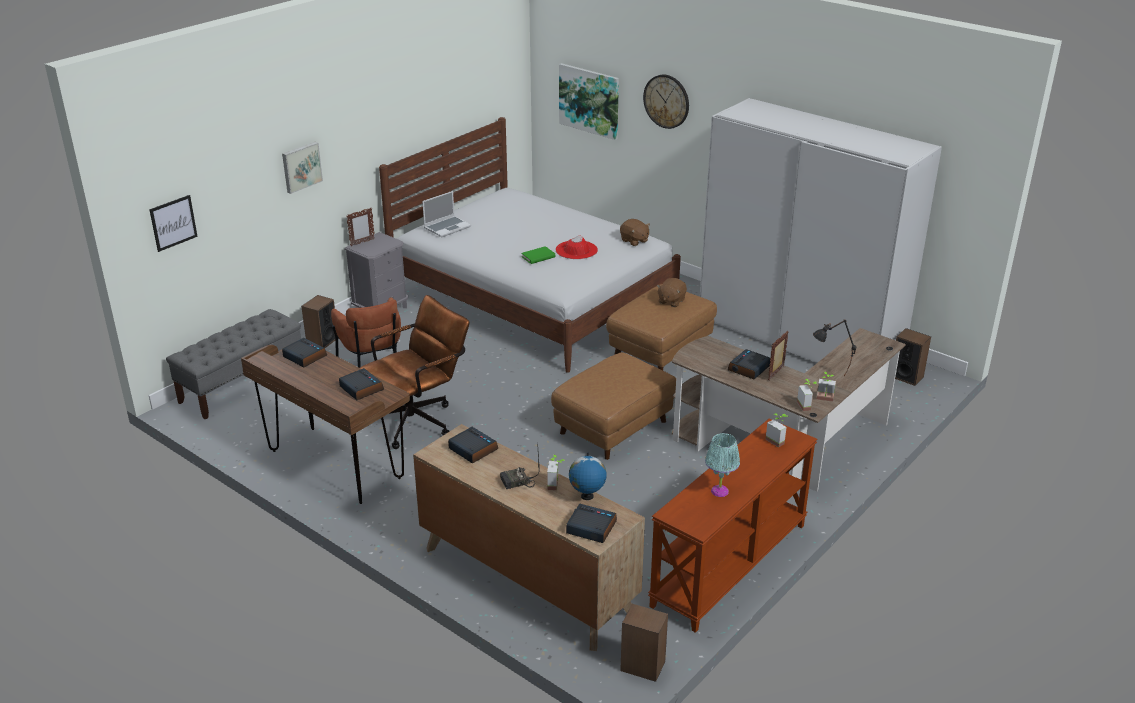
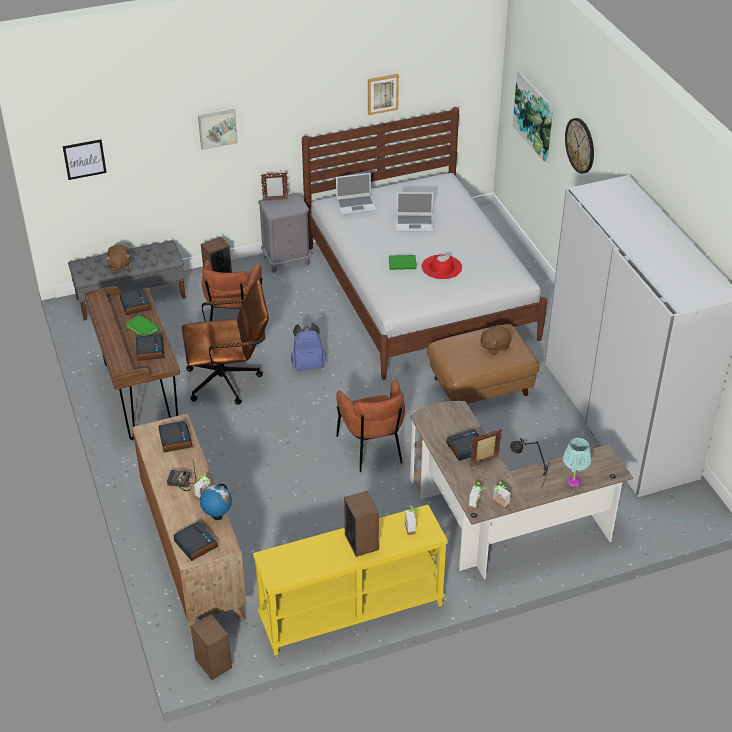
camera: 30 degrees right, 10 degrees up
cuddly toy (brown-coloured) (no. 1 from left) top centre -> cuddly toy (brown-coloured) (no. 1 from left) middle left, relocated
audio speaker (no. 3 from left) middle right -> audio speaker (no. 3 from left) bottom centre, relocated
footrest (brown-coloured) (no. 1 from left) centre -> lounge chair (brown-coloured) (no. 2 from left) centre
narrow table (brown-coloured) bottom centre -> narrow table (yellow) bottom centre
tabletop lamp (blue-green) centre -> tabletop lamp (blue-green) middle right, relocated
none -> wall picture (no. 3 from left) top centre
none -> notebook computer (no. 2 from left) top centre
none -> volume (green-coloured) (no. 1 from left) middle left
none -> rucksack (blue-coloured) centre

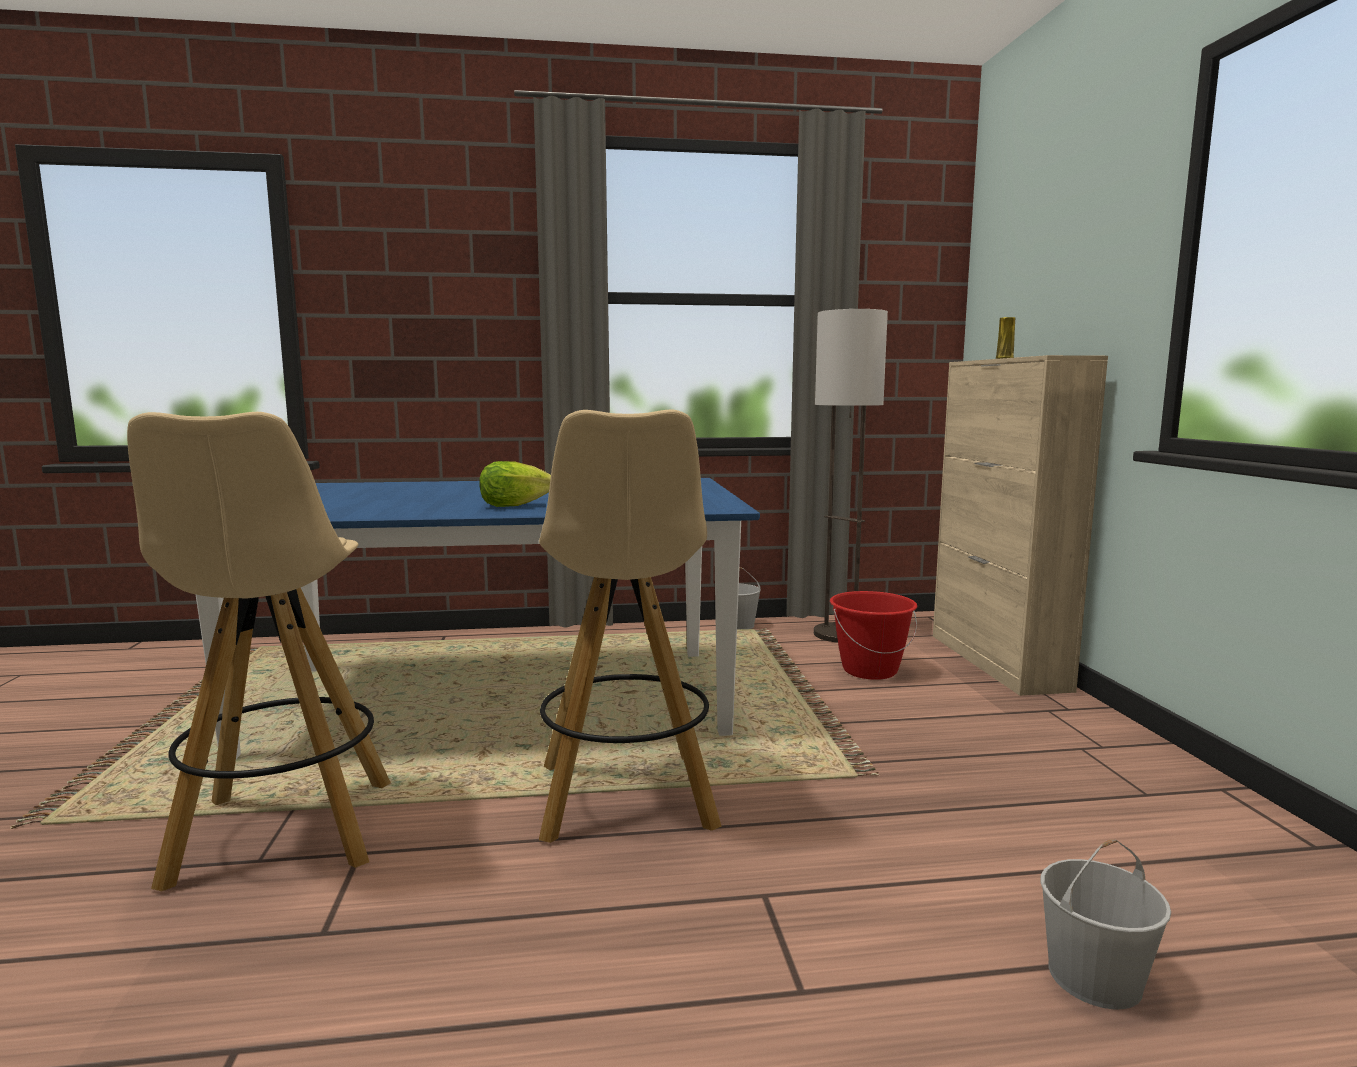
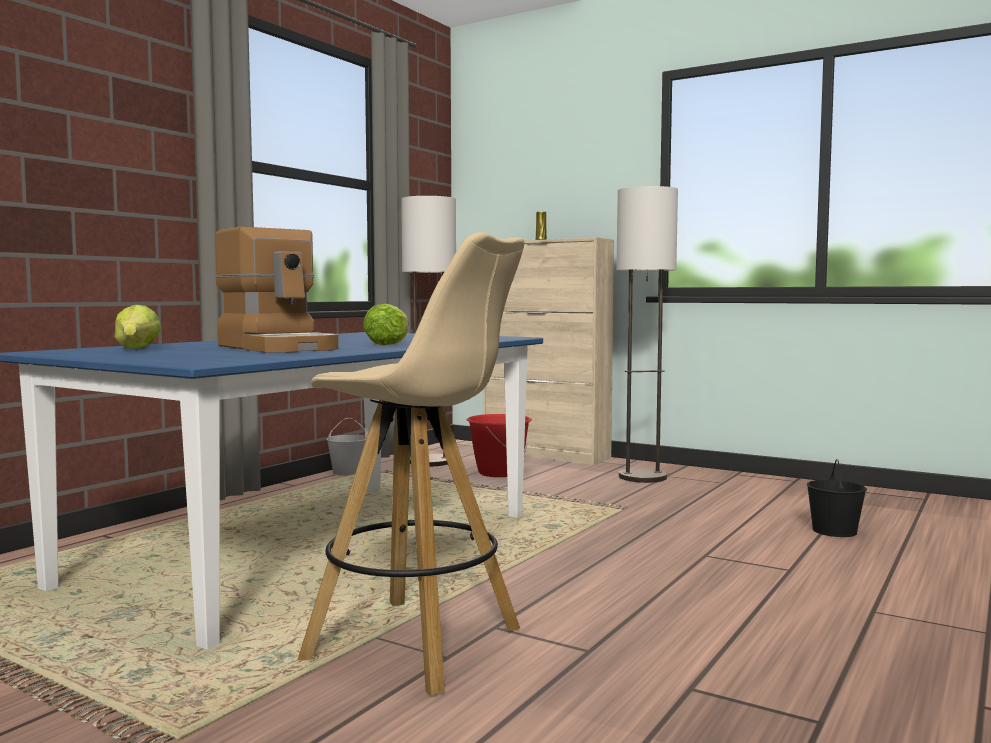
camera: 50 degrees left, 5 degrees down
sitting stool (sand-coloured) (no. 2 from left) centre -> none
water bucket (white) (no. 2 from left) bottom right -> water bucket (black) bottom right
none -> standing lamp (no. 2 from left) centre
none -> coffee maker middle left
none -> lettuce head (no. 1 from left) middle left

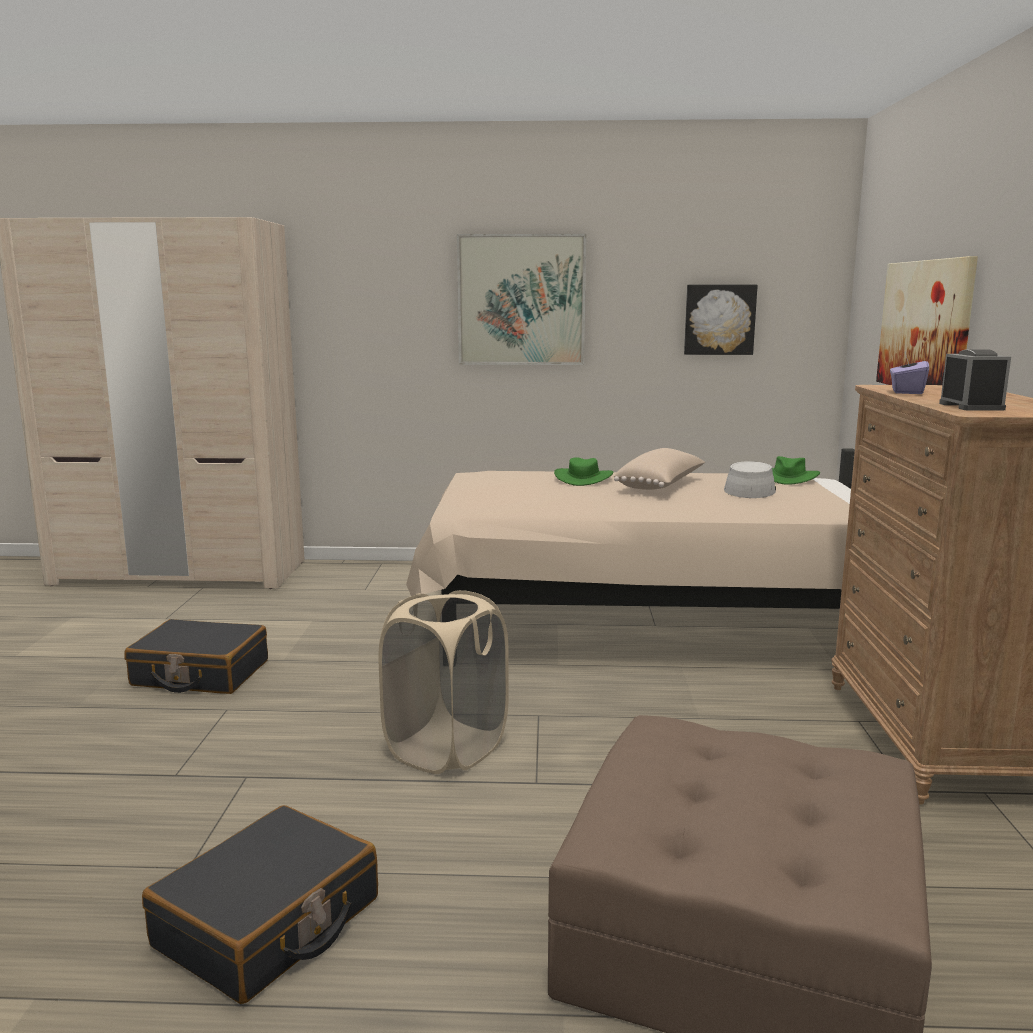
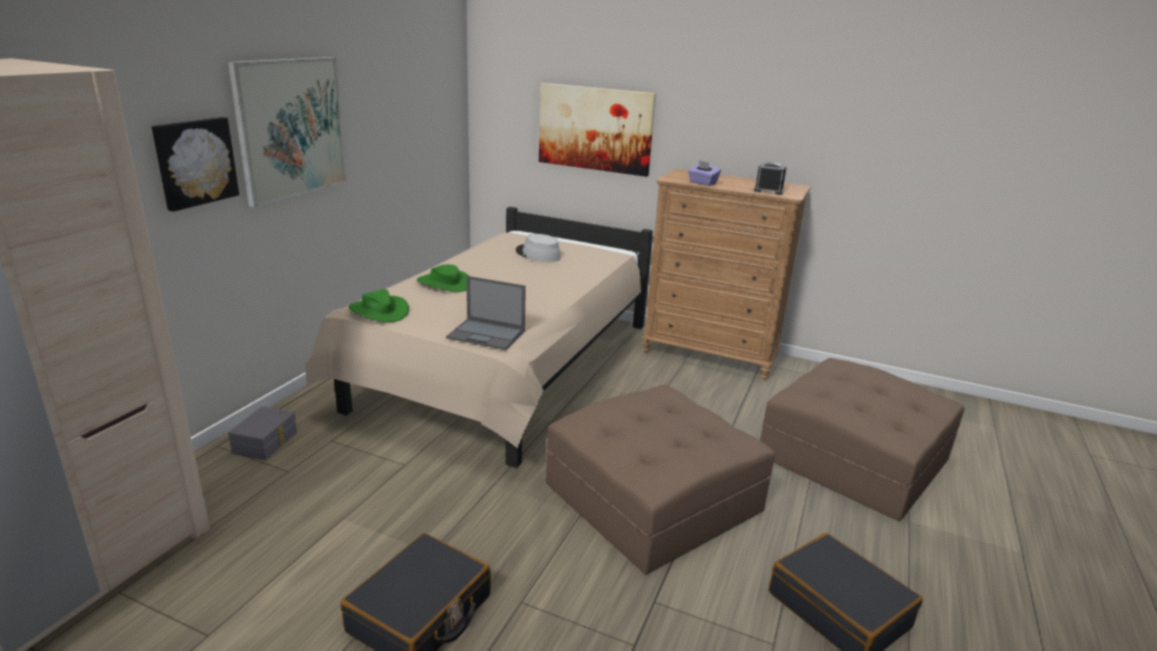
camera: 70 degrees left, 10 degrees up
wall picture (no. 2 from left in the first image) top right -> wall picture (no. 1 from left) top left, relocated
cushion (sand-coloured) centre -> none
wearable hat (green-coloured) (no. 2 from left in the first image) middle right -> wearable hat (green-coloured) (no. 1 from left) middle left, relocated
hamper (sand-coloured) centre -> footrest (brown-coloured) (no. 1 from left) bottom centre
none -> notebook computer centre
none -> storage container (greyish) middle left

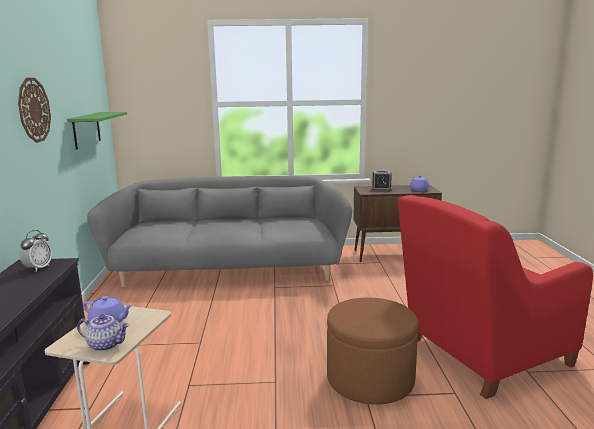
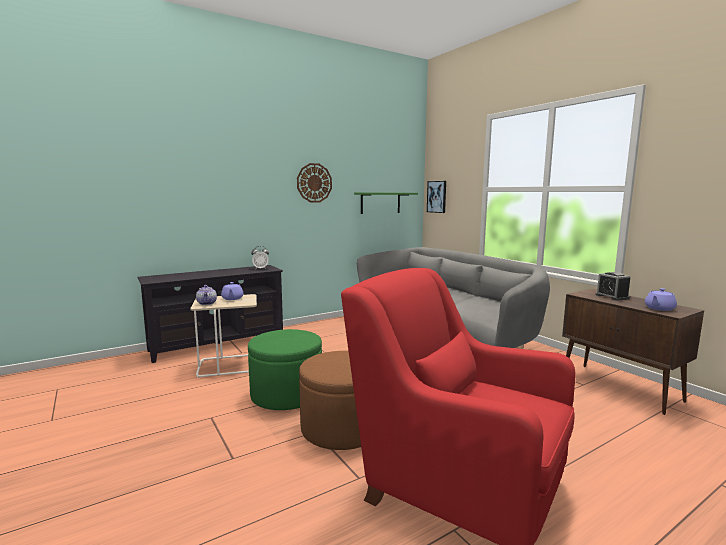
camera: 60 degrees right, 5 degrees down
none -> wall picture centre
none -> footrest (green-coloured) bottom centre

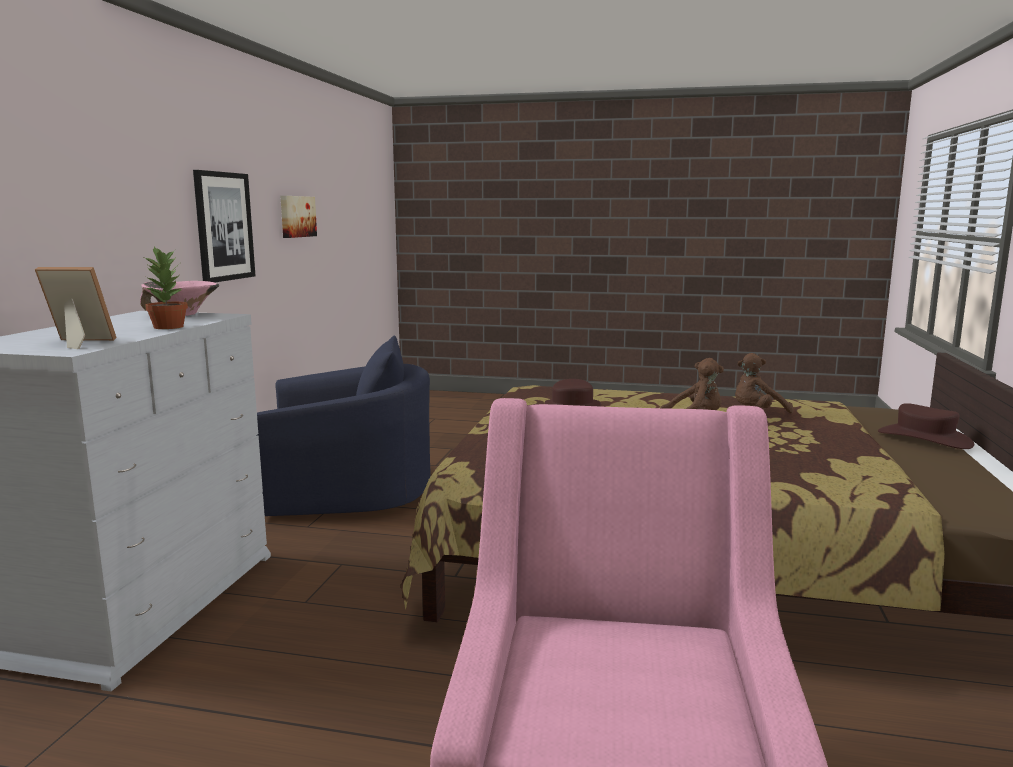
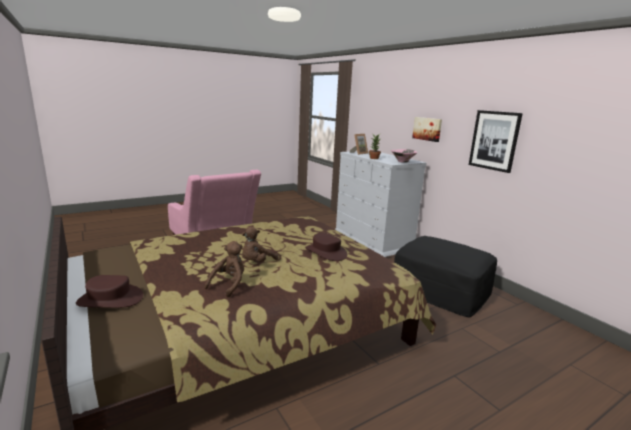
camera: 135 degrees right, 5 degrees up
wall picture (no. 2 from left in the first image) top left -> wall picture (no. 1 from left) top right, relocated
lounge chair (blue-coloured) centre -> footrest (black) middle right

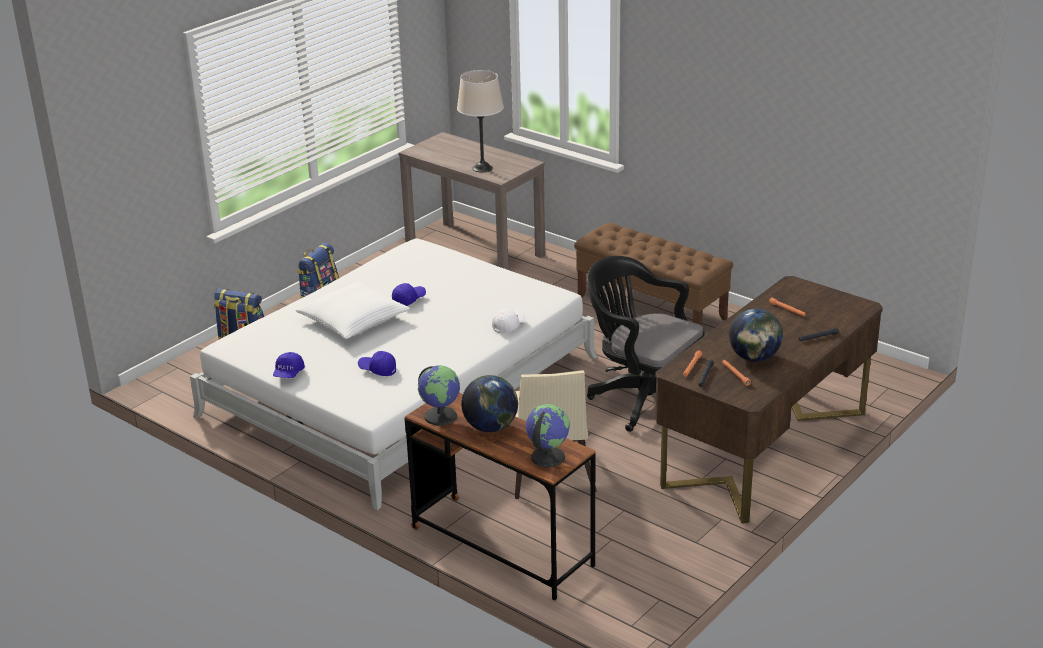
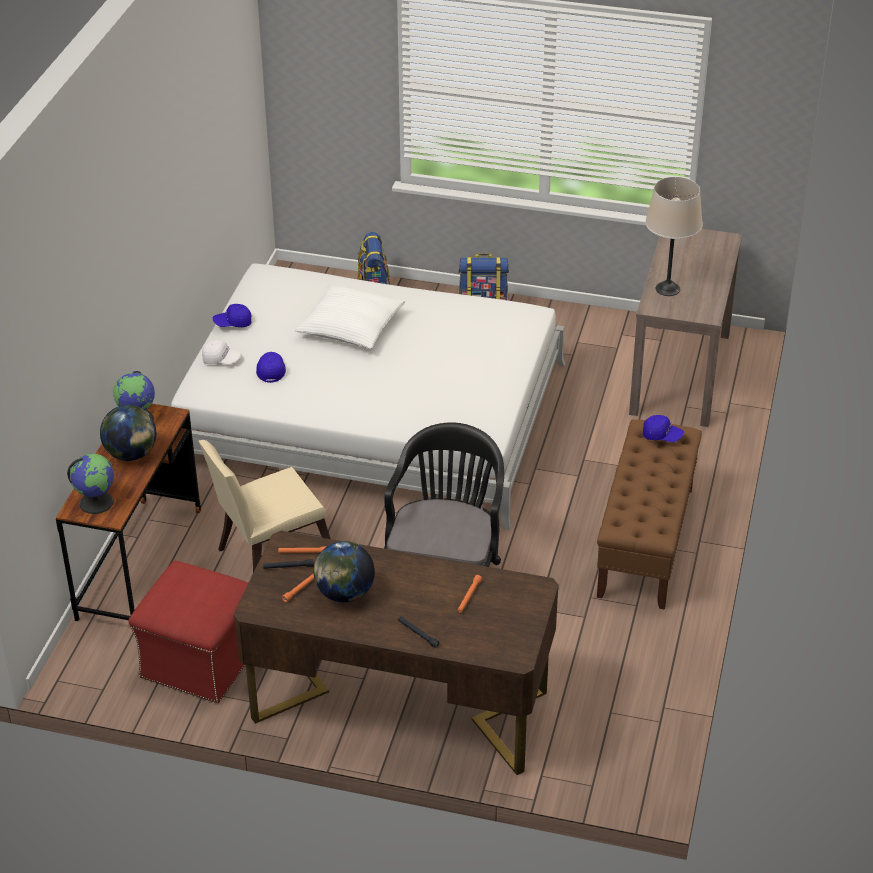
camera: 65 degrees right, 10 degrees up
peaked cap (blue-coloured) (no. 3 from left) centre -> peaked cap (blue-coloured) (no. 3 from left) middle right, relocated
peaked cap (white) centre -> peaked cap (white) middle left, relocated
none -> footrest (red-coloured) bottom left

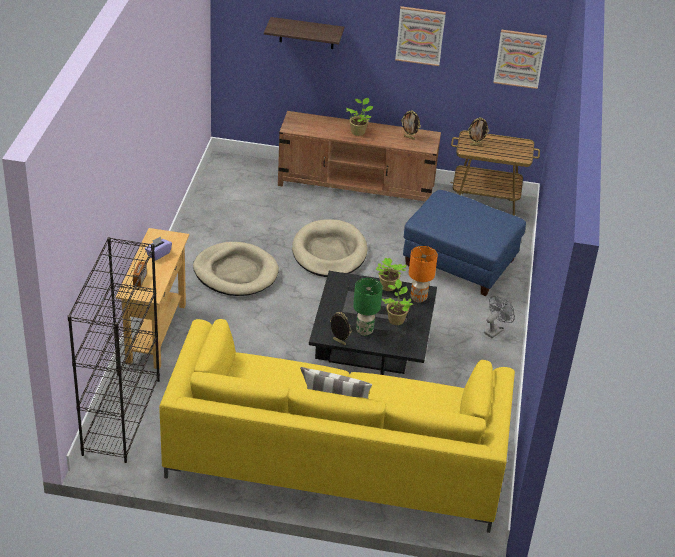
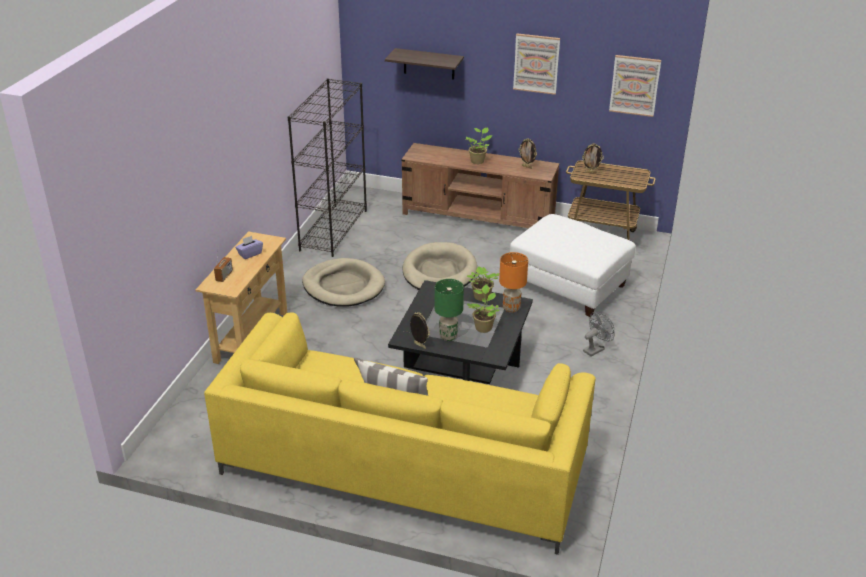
camera: 10 degrees right, 5 degrees down
footrest (blue-coloured) middle right -> footrest (white) centre
bookshelf (black) middle left -> bookshelf (black) top centre, relocated

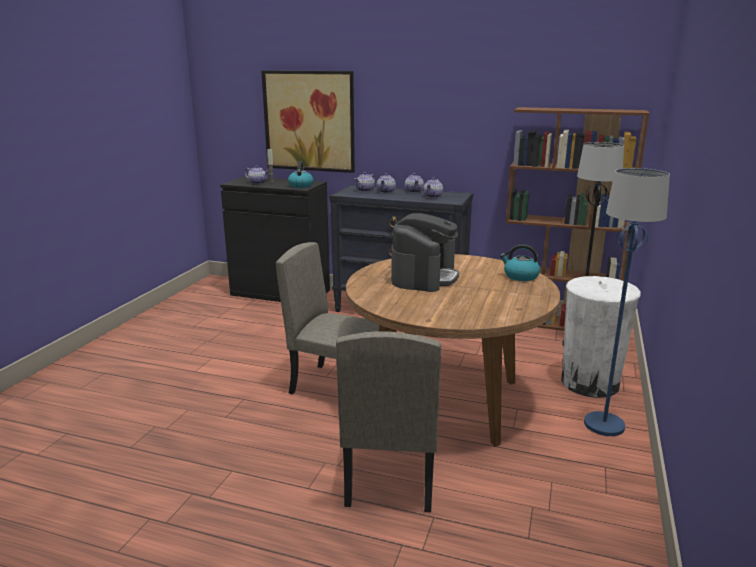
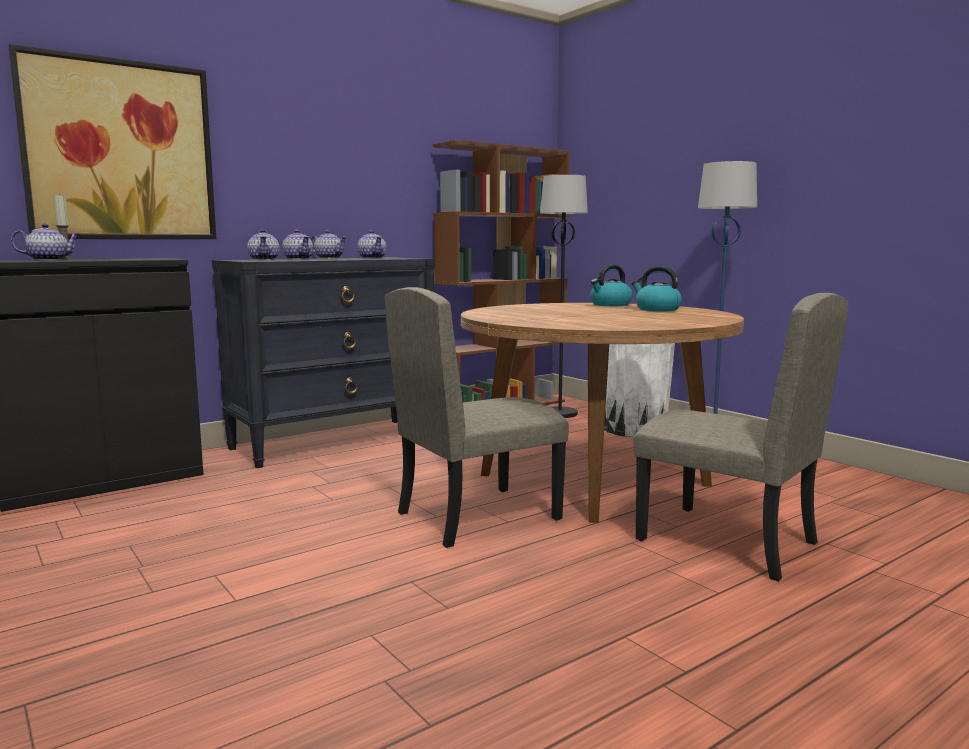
camera: 55 degrees left, 10 degrees down
kettle (no. 1 from left in the first image) top centre -> kettle (no. 2 from left) middle right, relocated
coffee maker centre -> none

